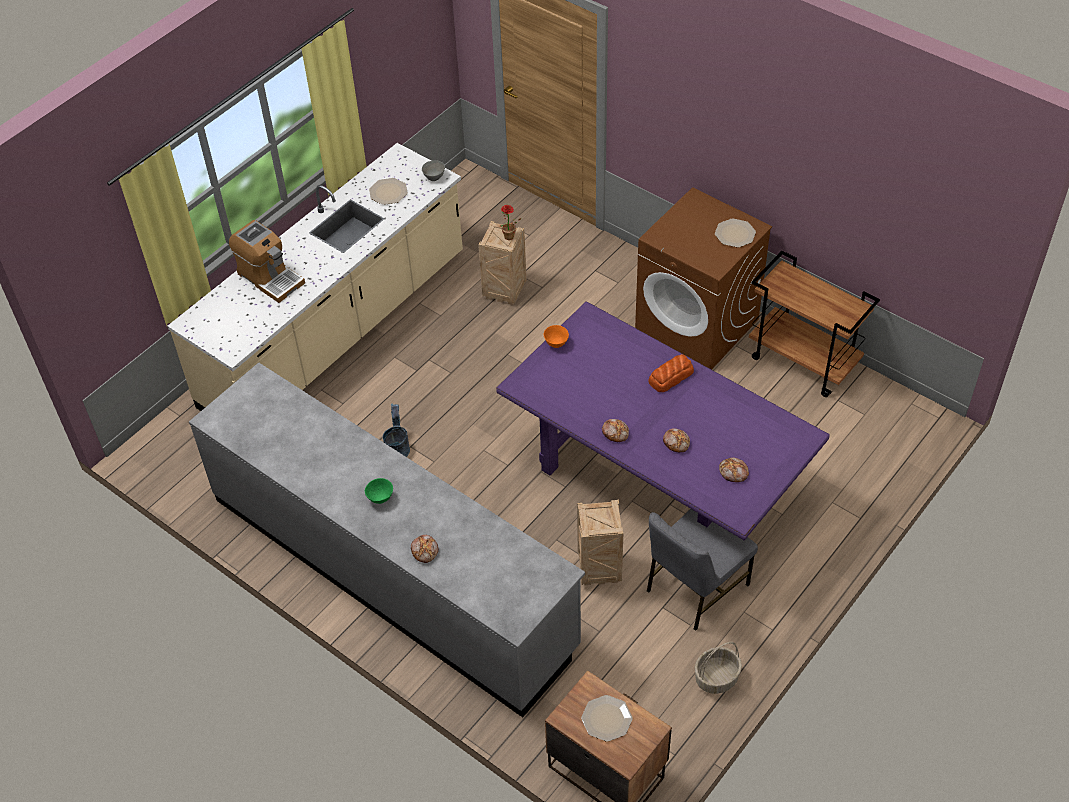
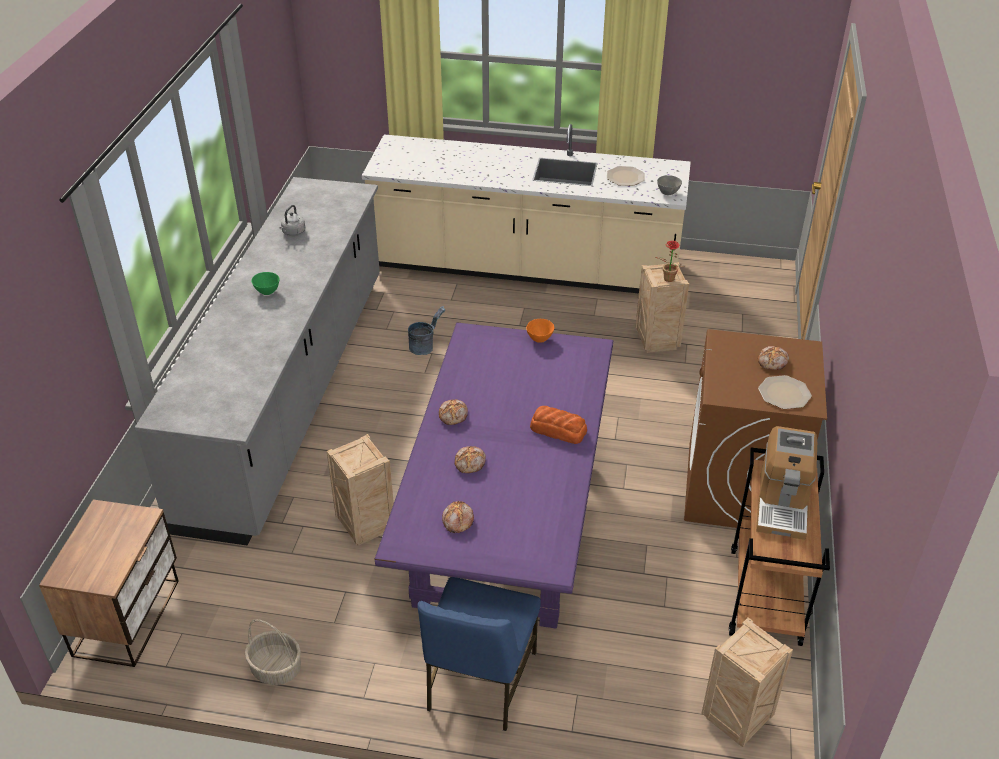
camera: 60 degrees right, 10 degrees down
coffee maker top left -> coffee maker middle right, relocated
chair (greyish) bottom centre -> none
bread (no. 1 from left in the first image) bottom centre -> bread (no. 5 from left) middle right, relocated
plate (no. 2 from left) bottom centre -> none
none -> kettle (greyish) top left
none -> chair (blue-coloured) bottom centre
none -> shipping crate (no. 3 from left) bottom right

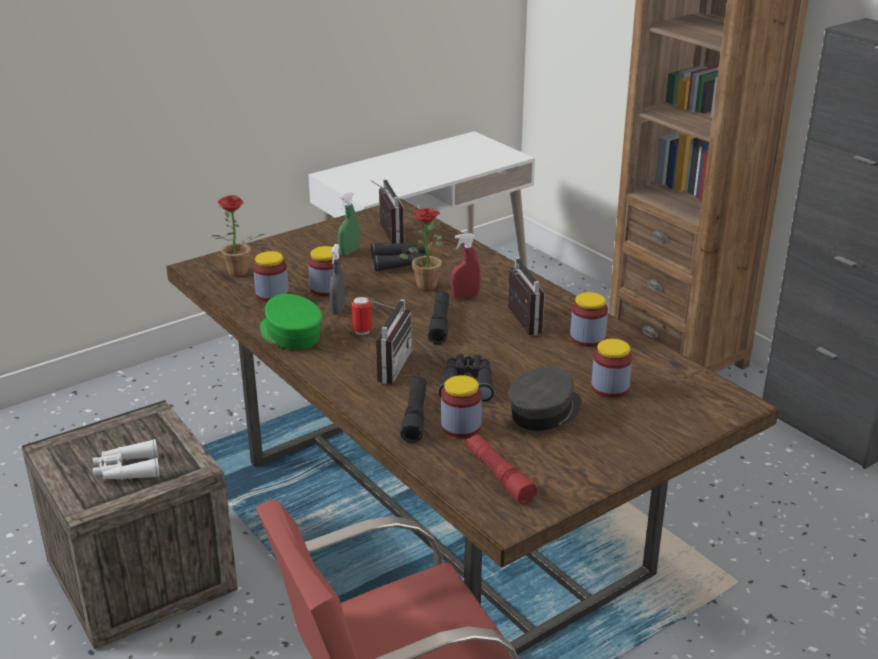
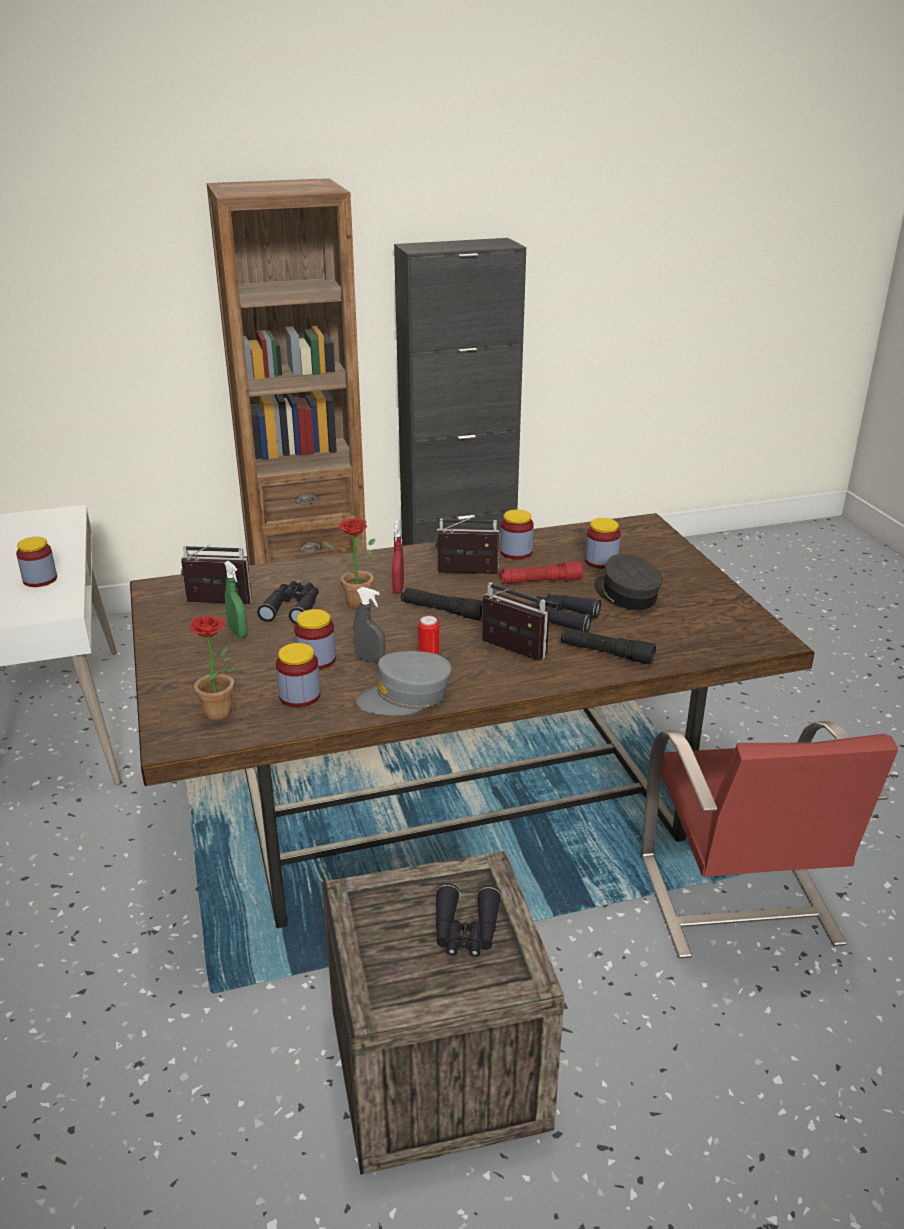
camera: 70 degrees left, 0 degrees up
peaked cap (green-coloured) middle left -> peaked cap (greyish) (no. 1 from left) centre
jar (no. 3 from left in the first image) centre -> jar (no. 1 from left) middle left, relocated
torch (red-coloured) bottom centre -> torch (red-coloured) centre, relocated
field glasses (white) bottom left -> field glasses (black) (no. 2 from left) bottom centre

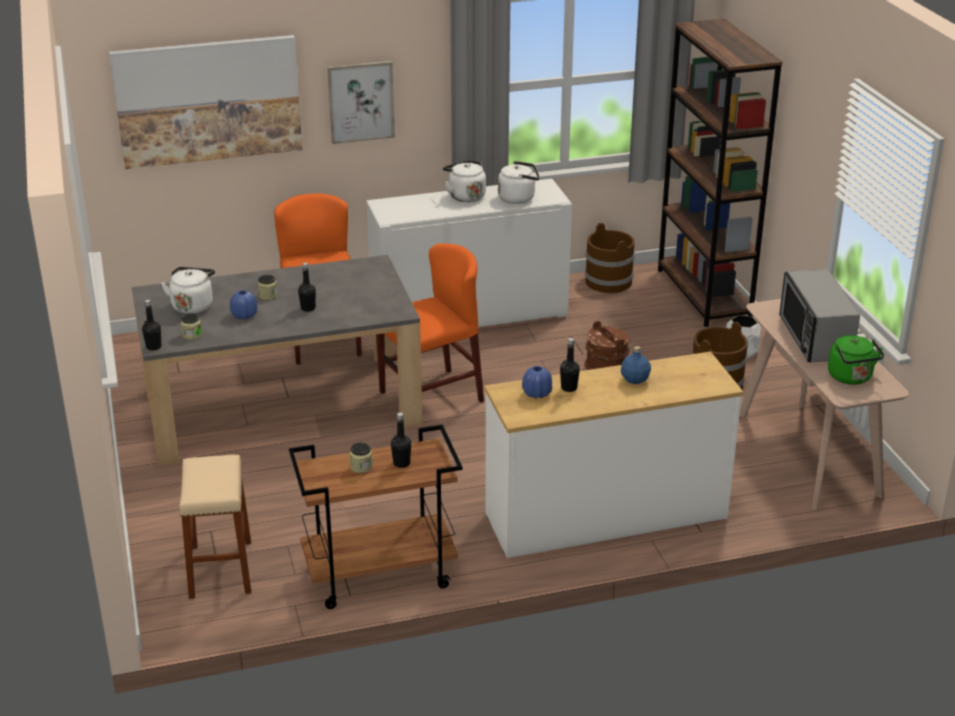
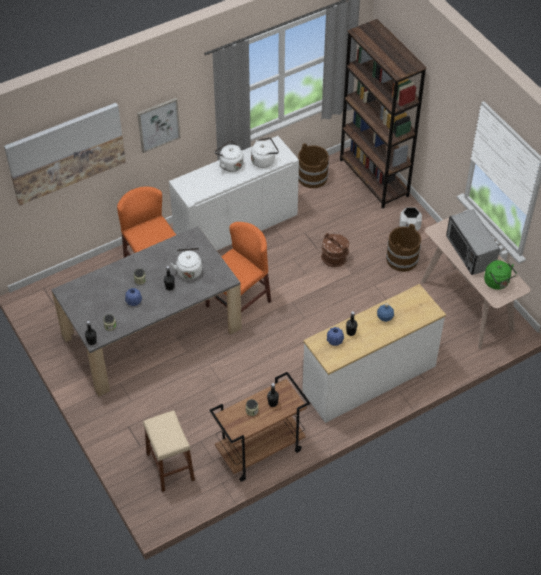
camera: 15 degrees left, 20 degrees up
kettle (white) (no. 1 from left) middle left -> kettle (white) (no. 1 from left) centre, relocated

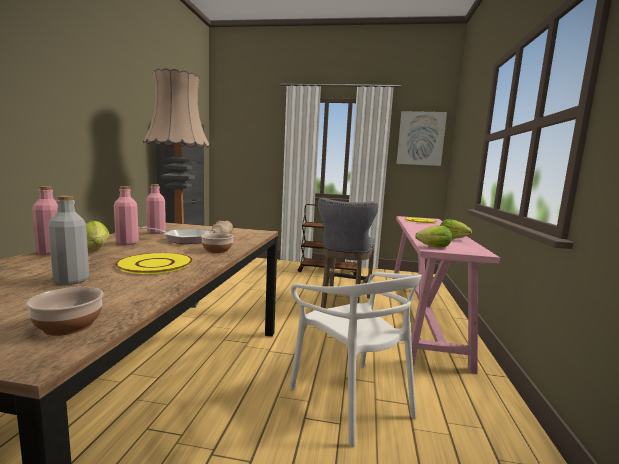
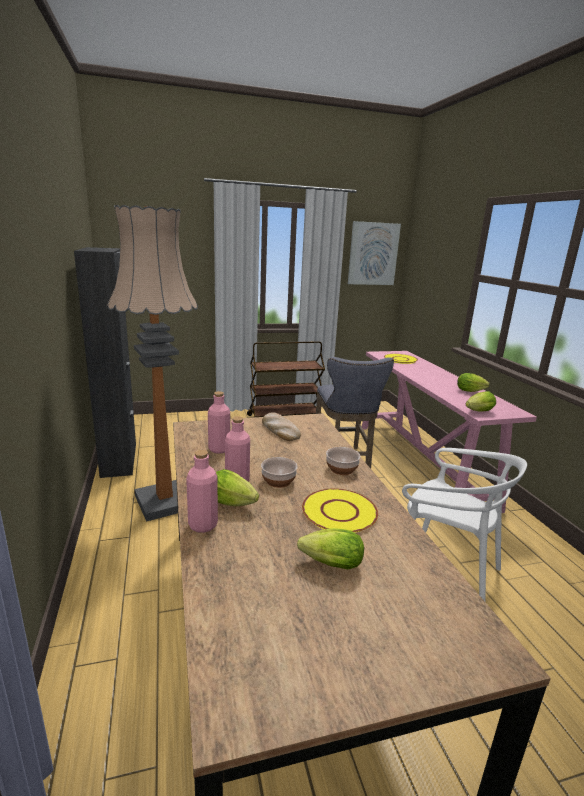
camera: 25 degrees left, 10 degrees up
beverage bottle (greyish) middle left -> lettuce head (no. 2 from left) bottom centre
frying pan middle left -> none
deep dish (no. 1 from left) bottom left -> deep dish (no. 1 from left) centre, relocated

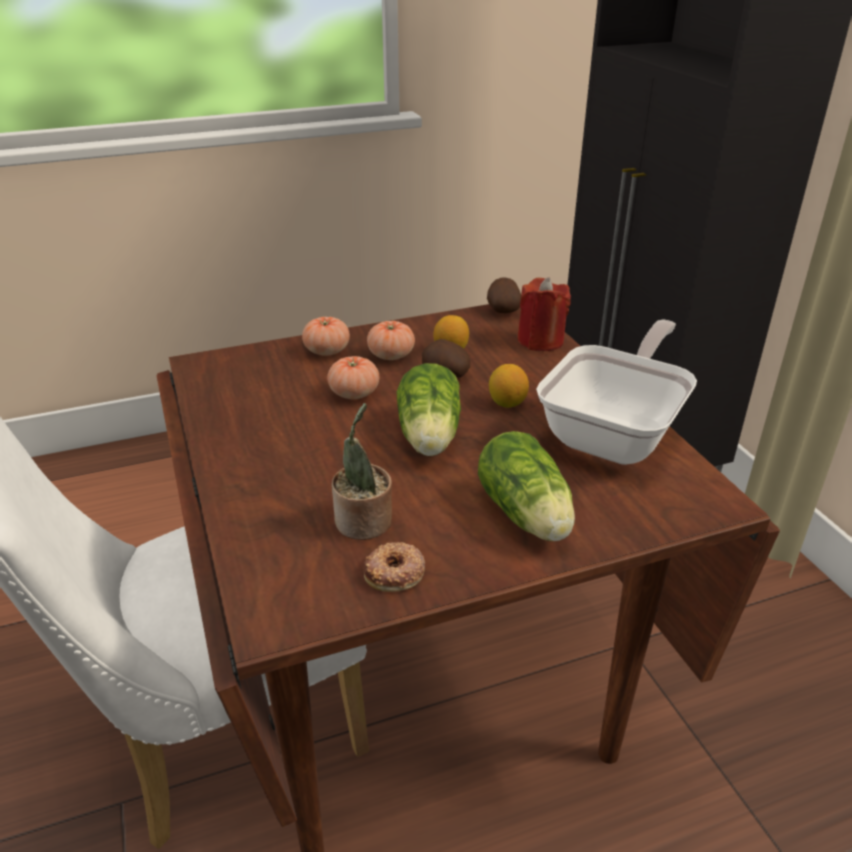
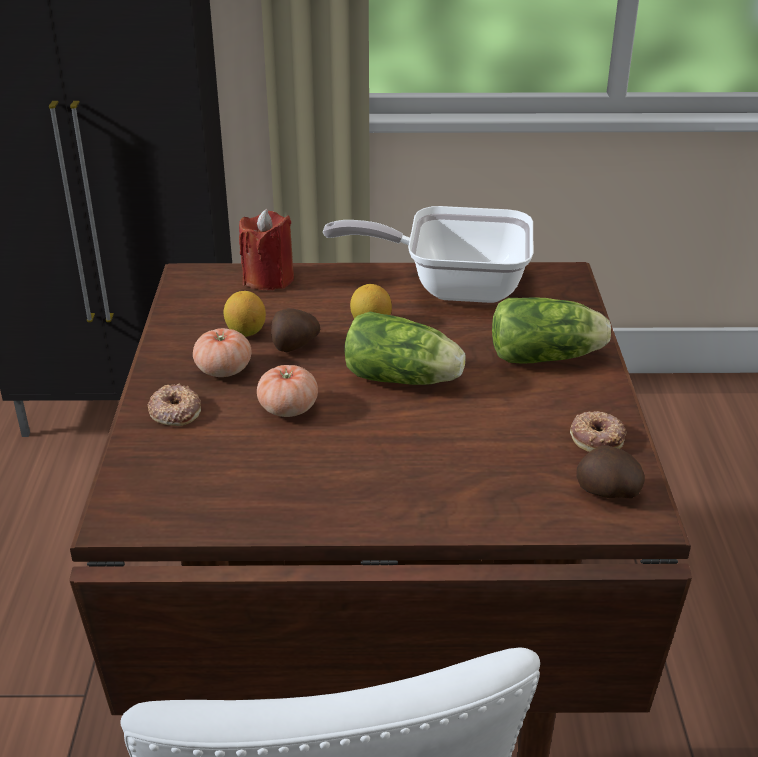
camera: 70 degrees left, 0 degrees up
potato (no. 2 from left) centre -> potato (no. 2 from left) middle right, relocated
tomato (no. 1 from left) centre -> ring doughnut (no. 1 from left) middle left
frying pan middle right -> frying pan centre, 45 degrees counterclockwise
plant in a pot centre -> none

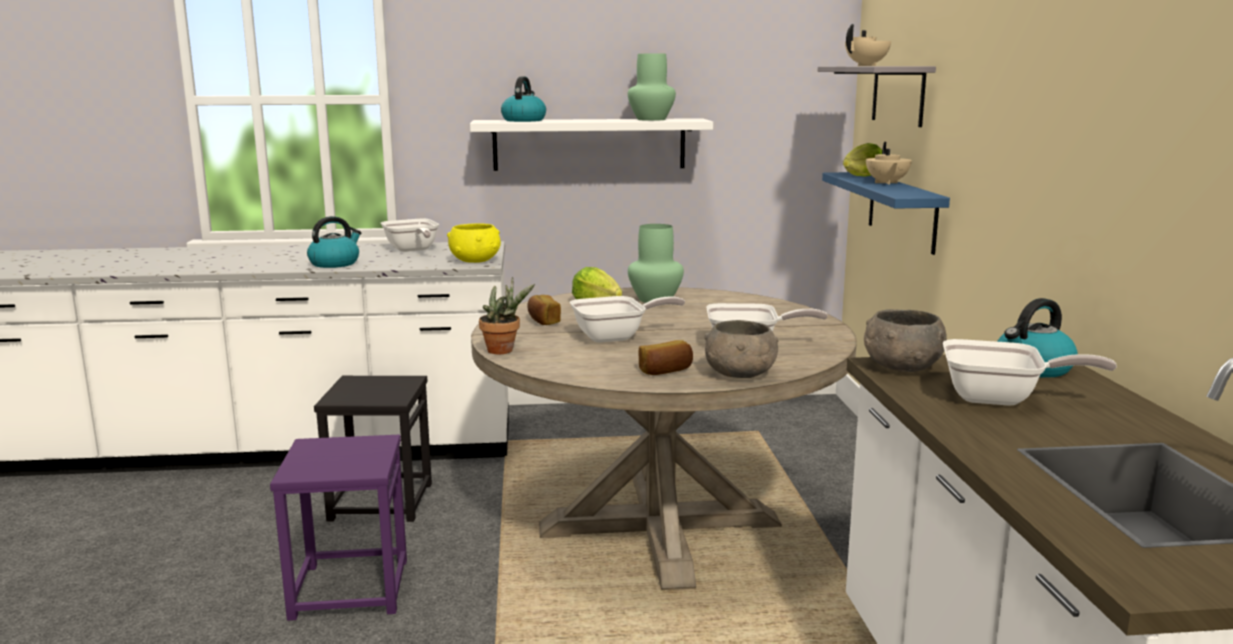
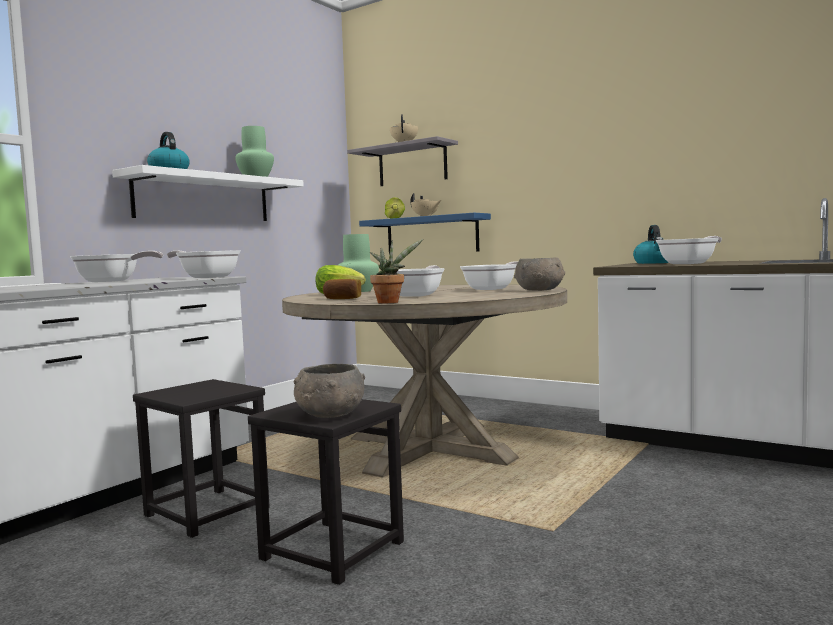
camera: 50 degrees left, 10 degrees down
kettle (no. 1 from left) middle left -> none
deep dish (yellow) centre -> frying pan (no. 2 from left) middle left
deep dish (greyish) (no. 2 from left in the first image) middle right -> deep dish (greyish) (no. 1 from left) centre, relocated
bread (no. 2 from left) centre -> none
sitting stool (purplish) bottom left -> sitting stool (black) (no. 2 from left) bottom centre

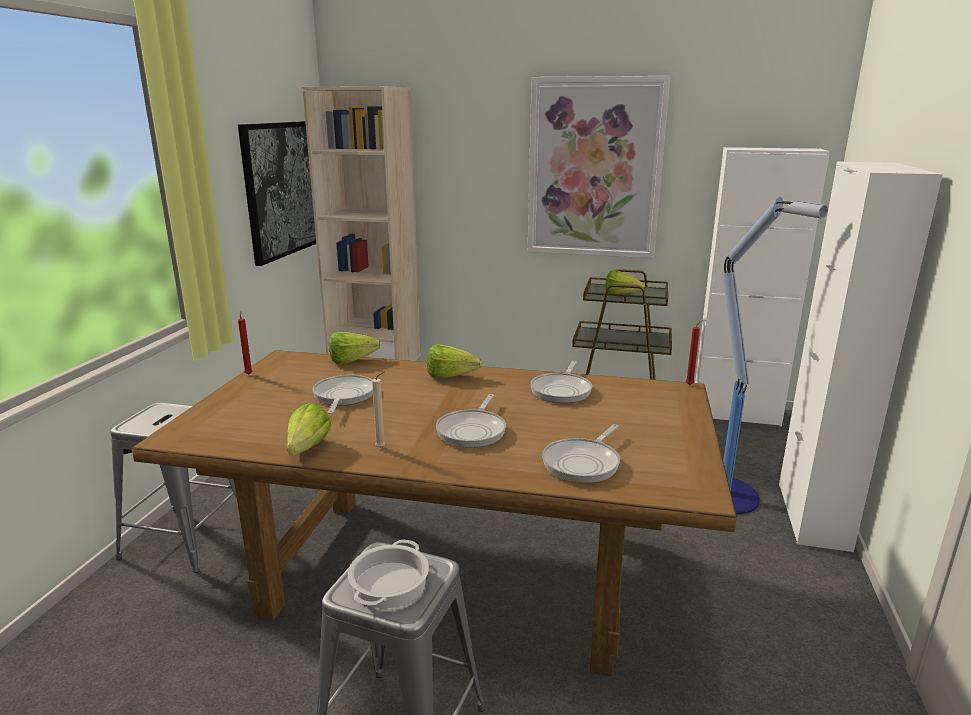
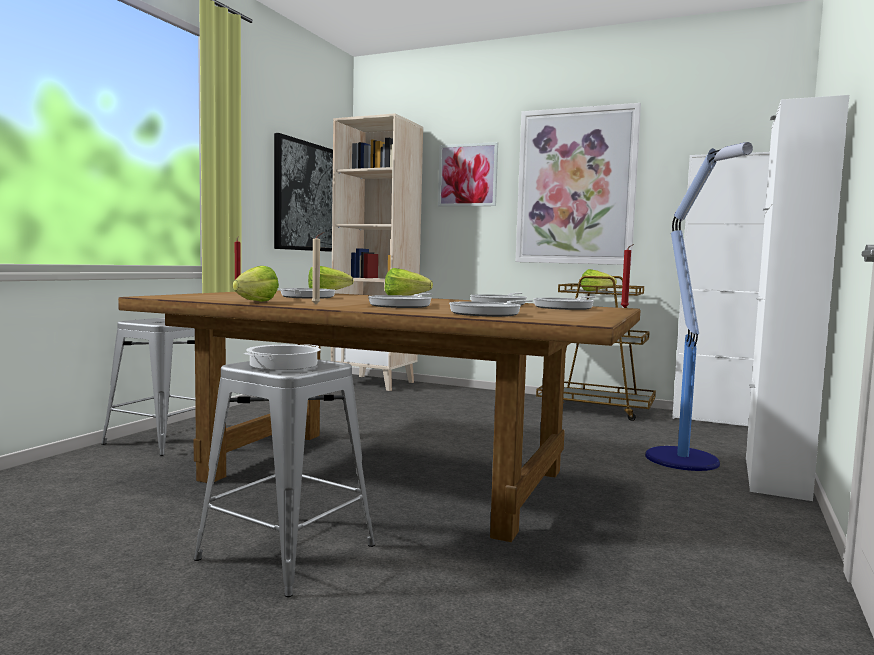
camera: 10 degrees right, 15 degrees down
none -> wall picture (no. 2 from left) top centre
none -> frying pan (no. 5 from left) centre

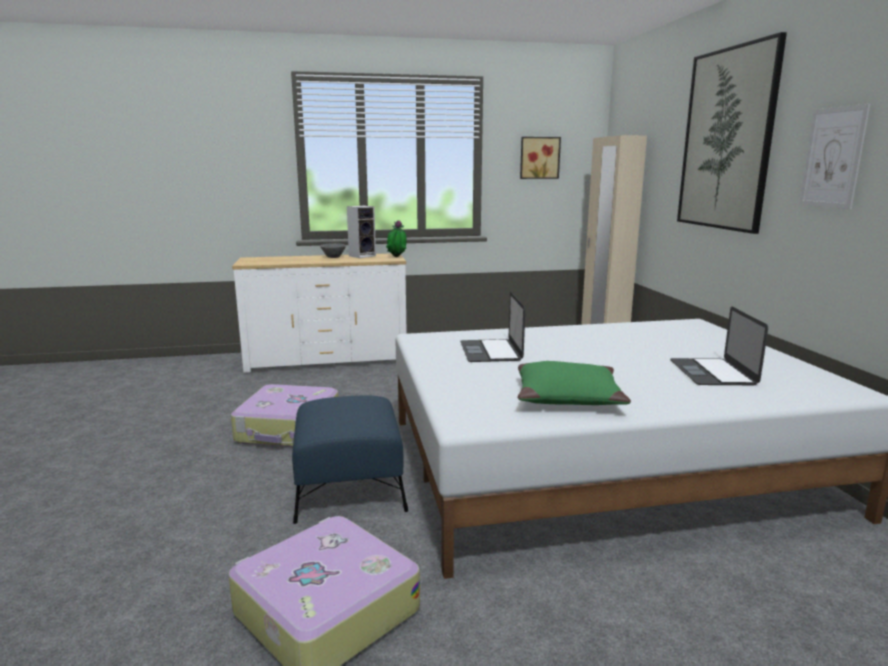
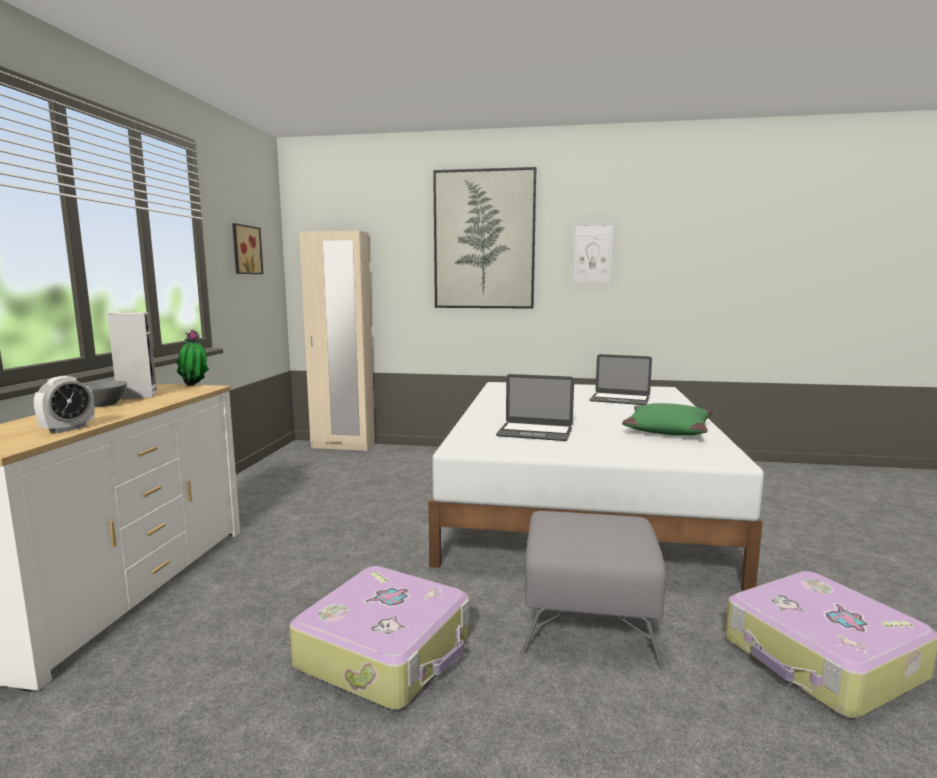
camera: 70 degrees left, 5 degrees down
footrest (blue-coloured) bottom centre -> footrest (greyish) bottom centre
none -> bedside clock middle left

